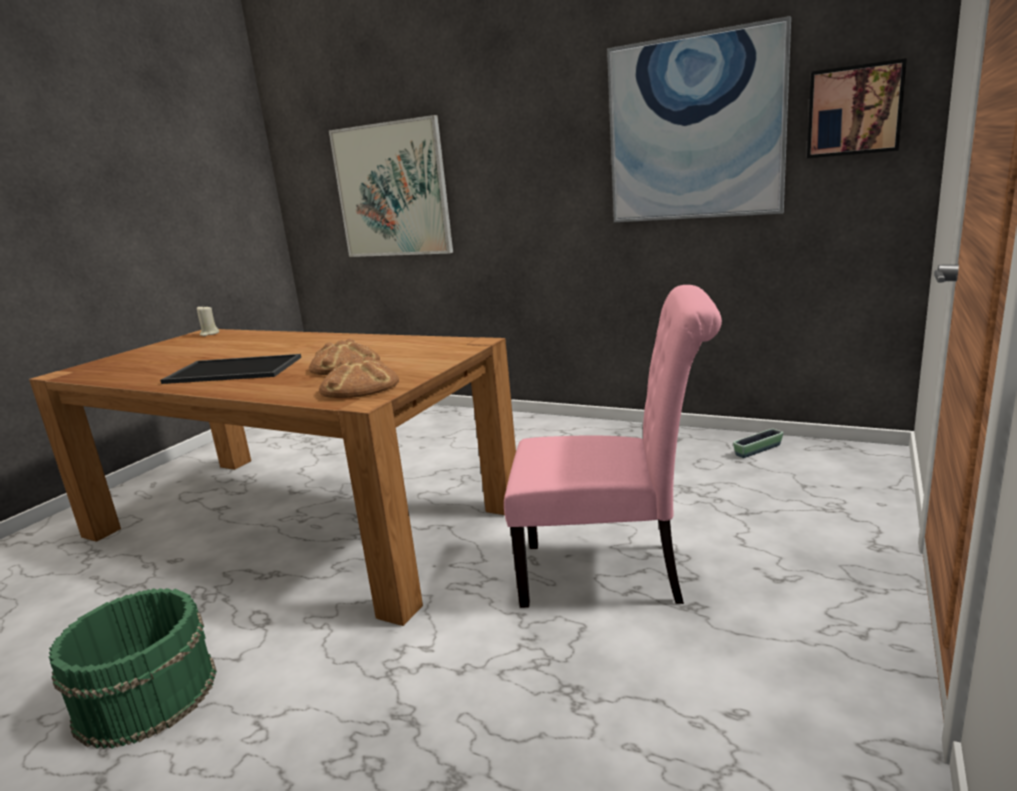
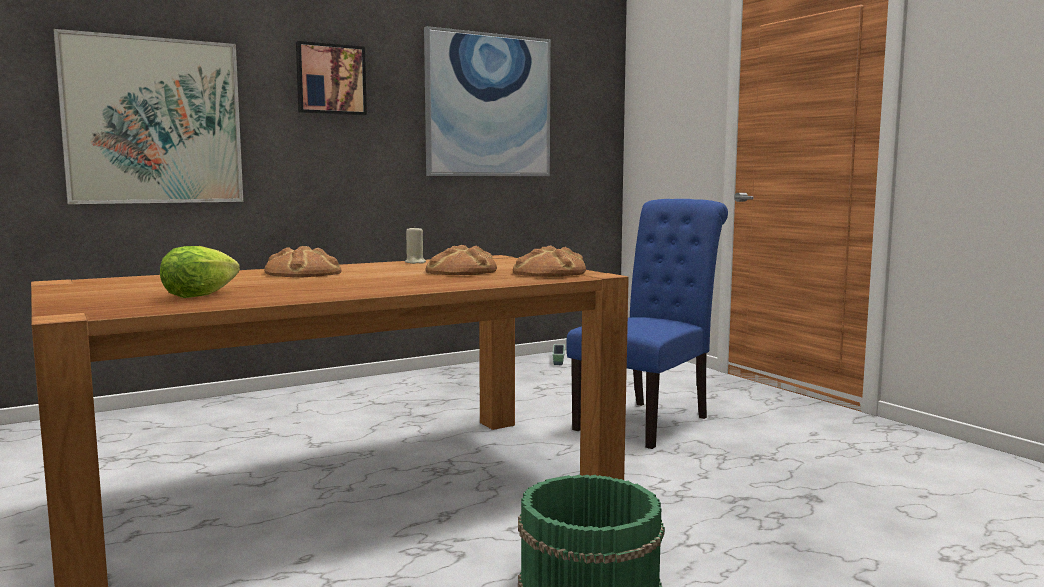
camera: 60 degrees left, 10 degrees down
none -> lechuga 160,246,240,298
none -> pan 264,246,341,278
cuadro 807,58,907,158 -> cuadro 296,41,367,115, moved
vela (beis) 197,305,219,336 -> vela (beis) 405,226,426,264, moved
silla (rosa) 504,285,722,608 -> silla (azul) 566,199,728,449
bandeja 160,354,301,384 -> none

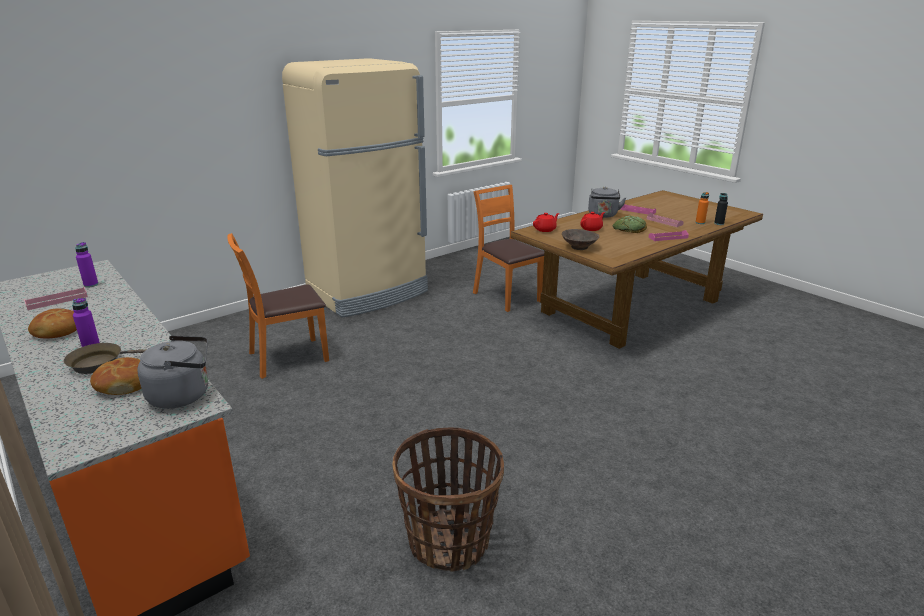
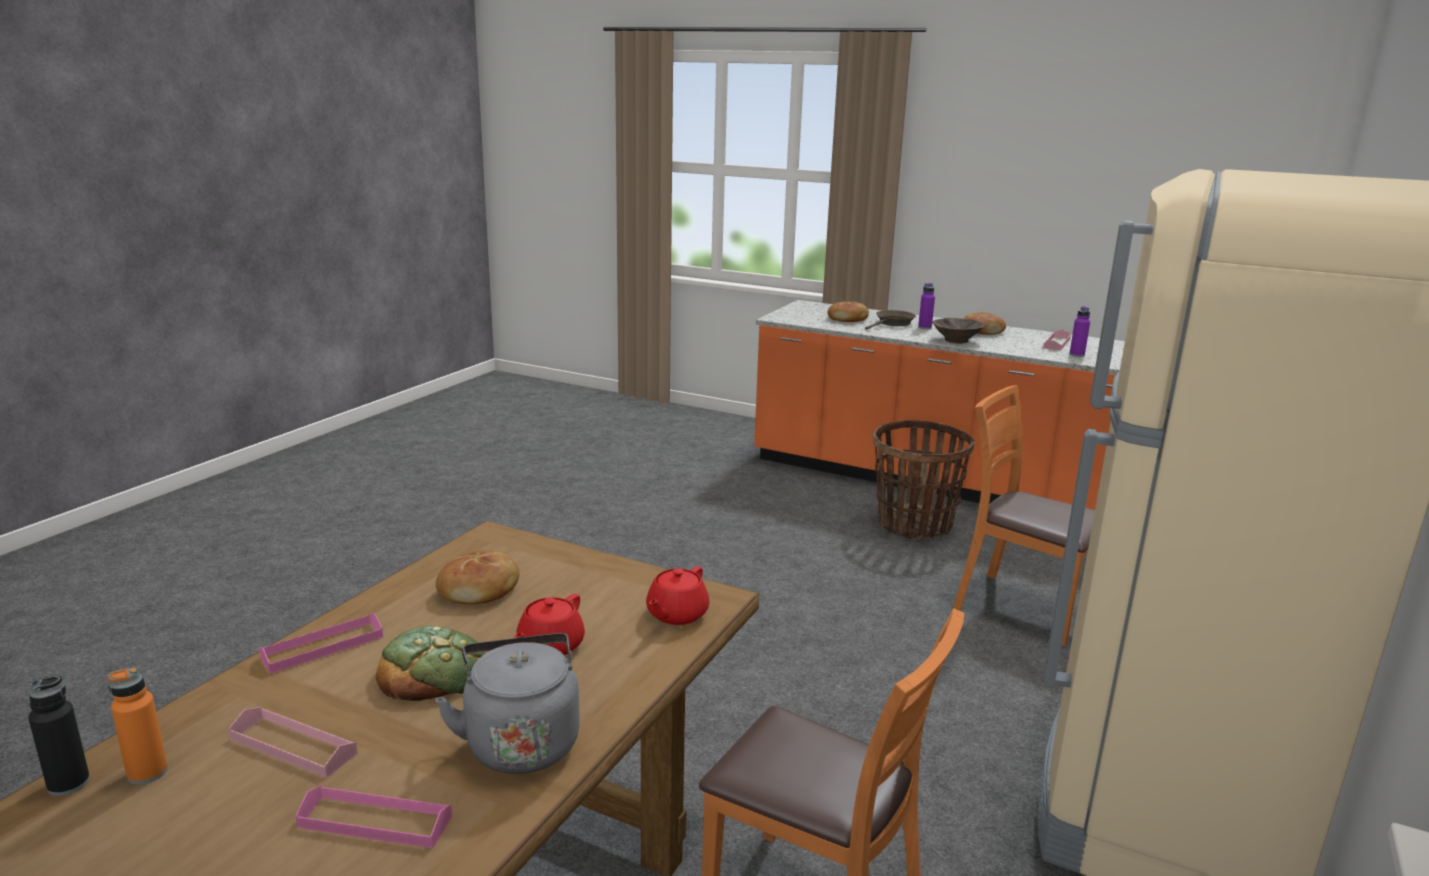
camera: 155 degrees right, 5 degrees down
none -> pan 436,550,519,604
cesta 393,427,504,572 -> cesta 873,420,975,540, moved
cuenco (marrón) 562,229,599,250 -> cuenco (marrón) 932,318,985,343, moved
silla (naranja) 227,233,329,379 -> silla (naranja) 953,385,1095,646, 90 degrees counterclockwise
hervidor (gris) 137,335,208,409 -> none

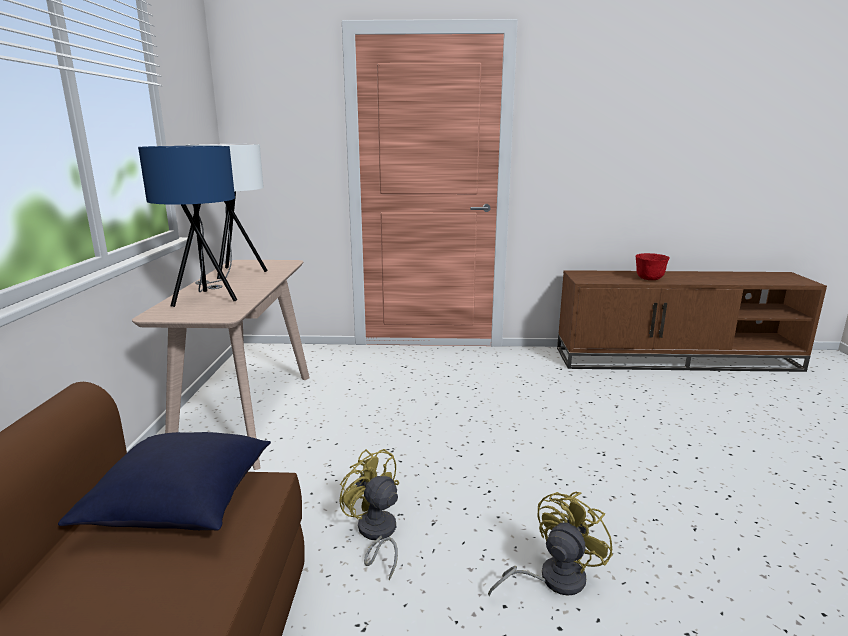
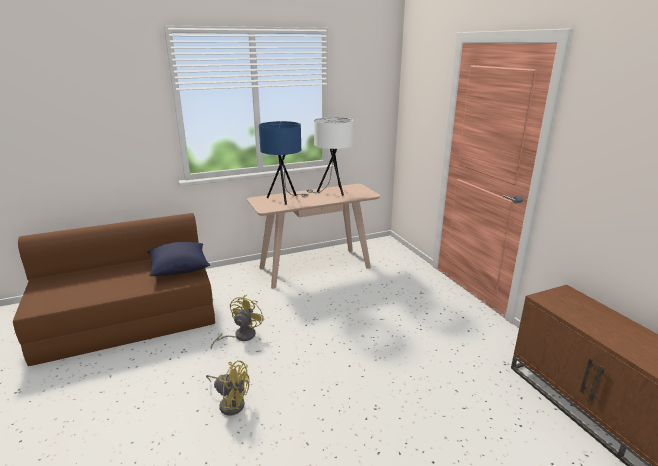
camera: 65 degrees right, 5 degrees up
cuenco (rojo) 636,253,669,280 -> none

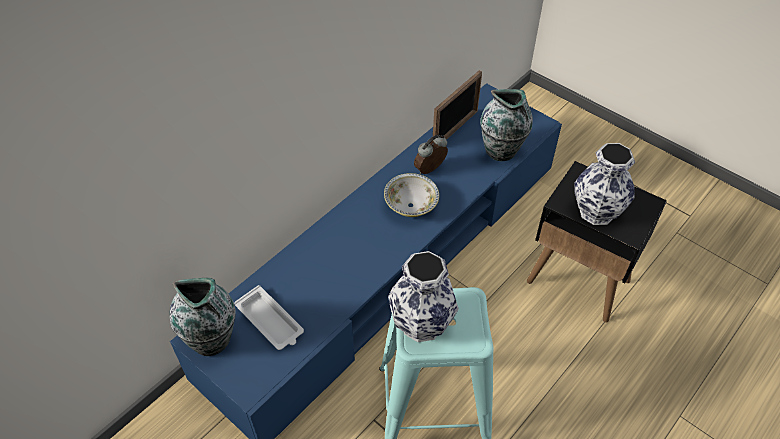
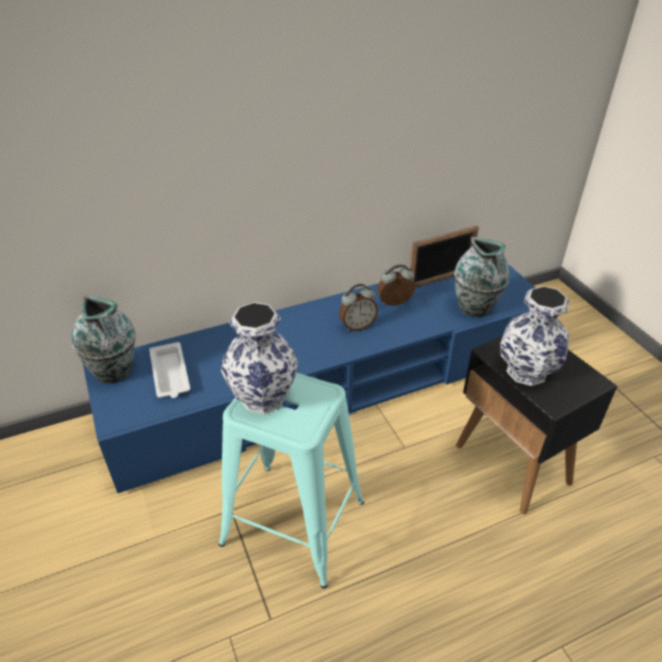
camera: 25 degrees right, 10 degrees down
cuenco 384,173,439,217 -> despertador 339,284,378,331

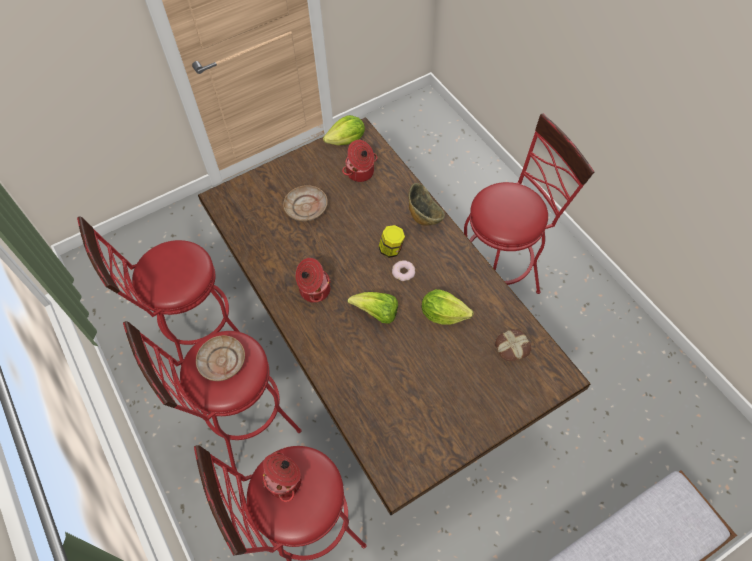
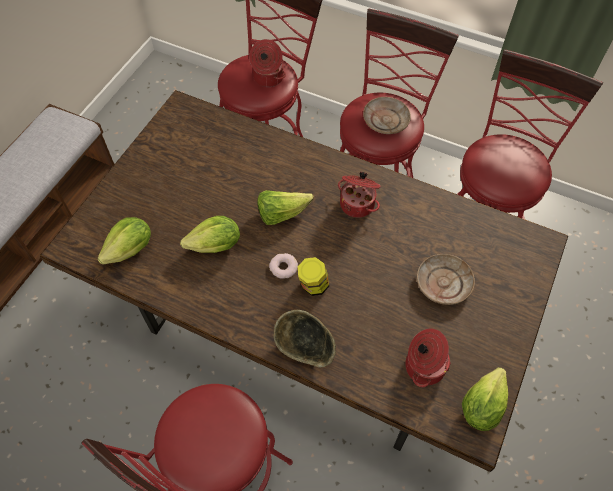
camera: 145 degrees right, 0 degrees up
pan 495,329,531,361 -> lechuga 97,217,151,265

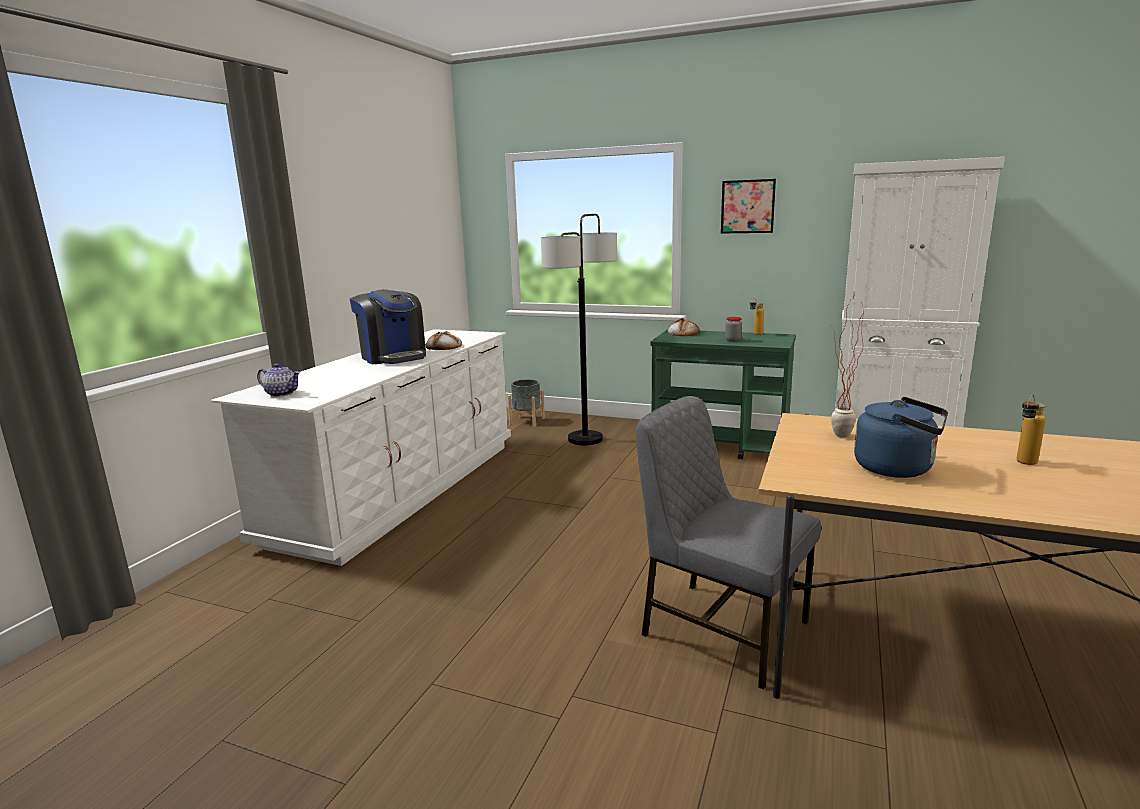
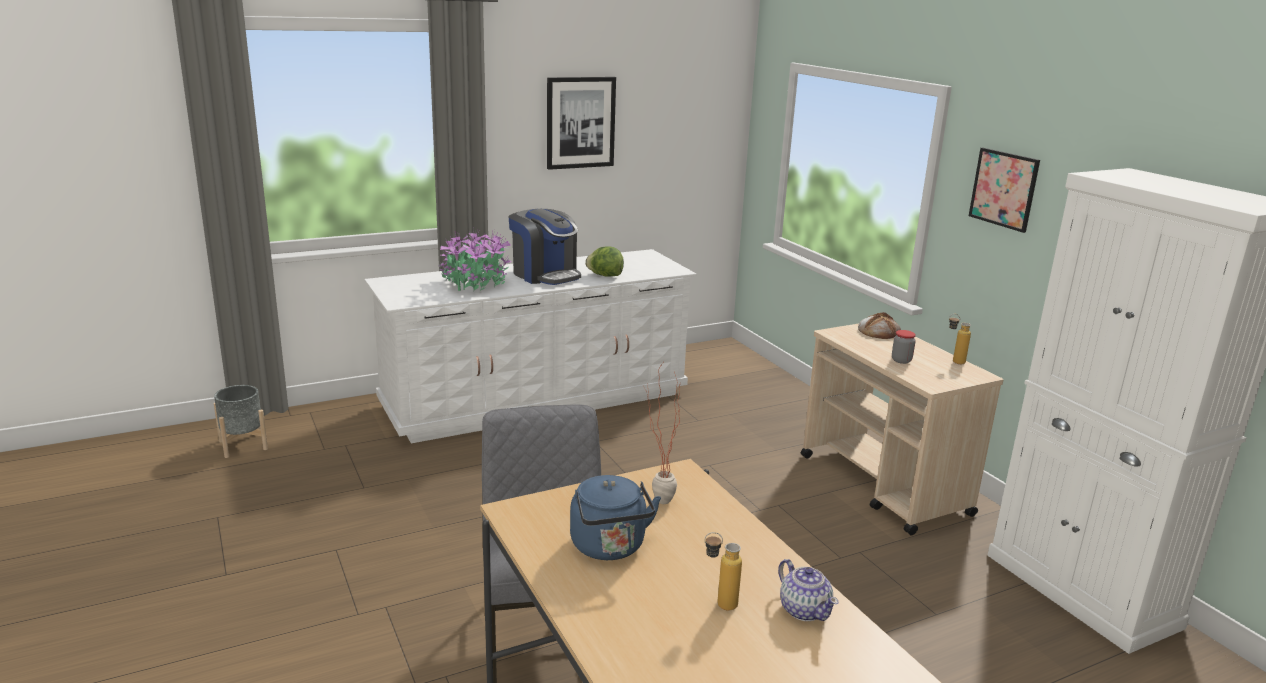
camera: 40 degrees right, 5 degrees up
maceta (gris) 508,379,545,427 -> maceta (gris) 214,385,268,458, moved
none -> planta en maceta 440,226,511,291
cafetera 350,289,426,364 -> cafetera 509,209,581,285, 45 degrees counterclockwise
none -> cuadro 547,77,616,170
pan 425,331,462,350 -> lechuga 585,247,624,277
tetera 257,363,300,397 -> tetera 778,559,839,621, moved
carrito (verde) 651,329,796,459 -> carrito (beis) 800,323,1004,535
lámpara de pie 541,214,617,445 -> none

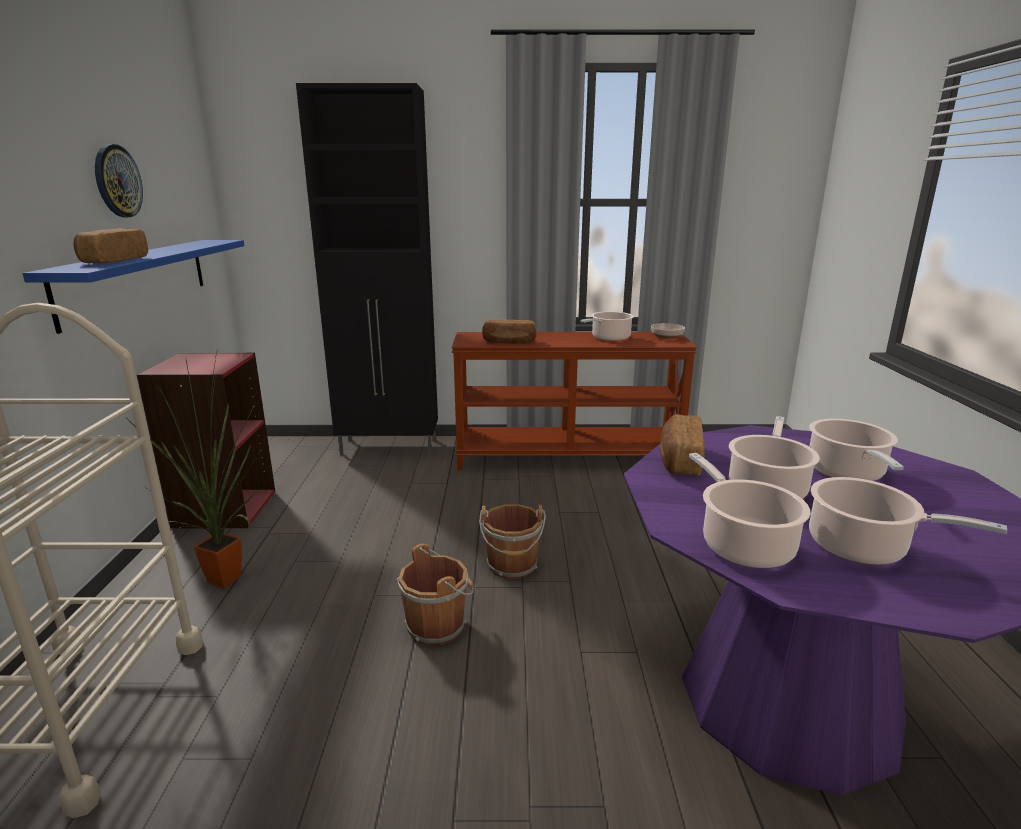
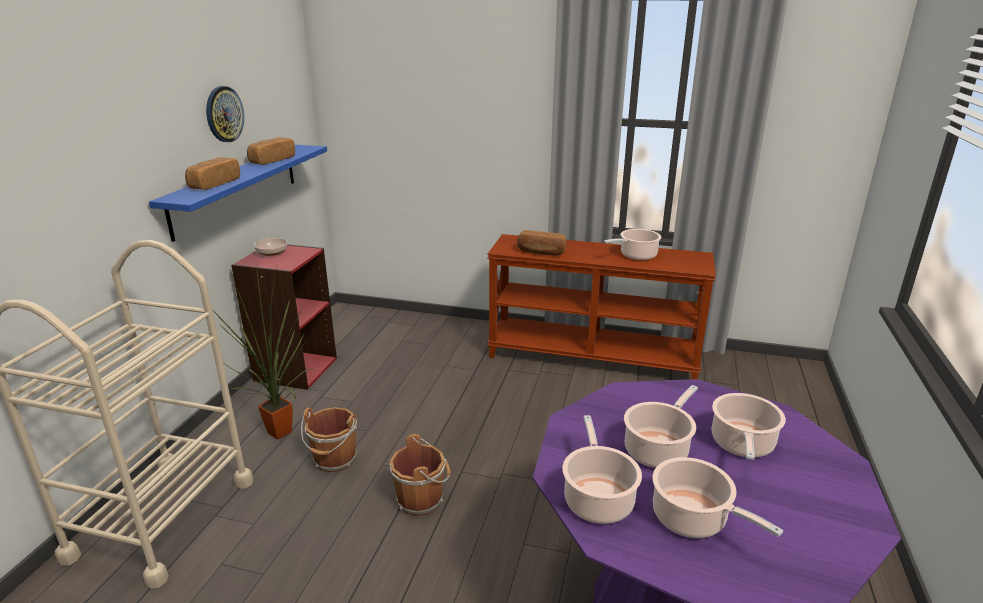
camera: 15 degrees right, 5 degrees up
pan 660,414,705,476 -> pan 247,137,295,165, moved
cuenco 651,323,685,339 -> cuenco 254,238,287,256, moved
cubo (marrón) 479,504,546,579 -> cubo (marrón) 301,407,357,472, moved
armario (negro) 296,83,438,455 -> none

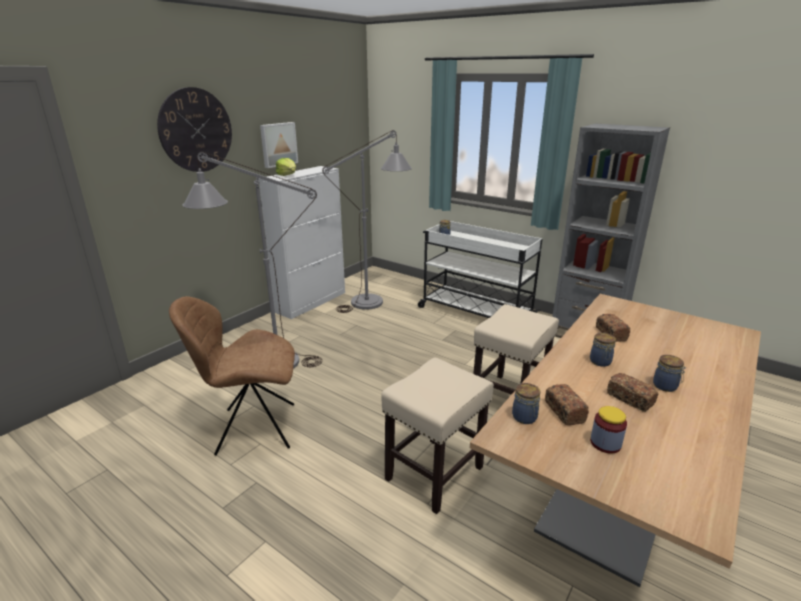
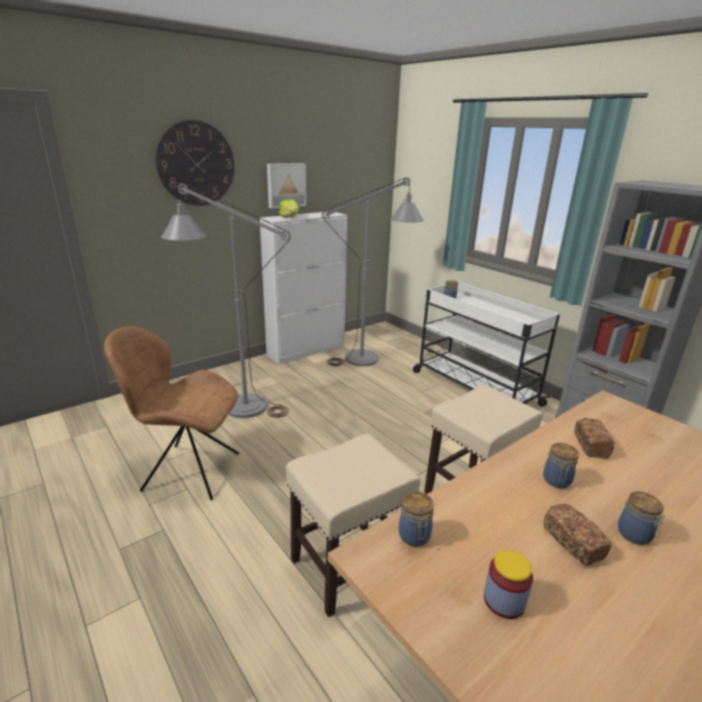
camera: 15 degrees right, 0 degrees up
pan 545,384,589,425 -> none

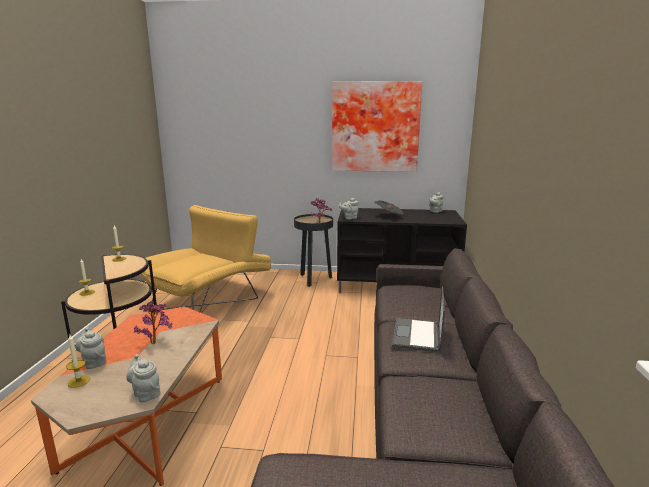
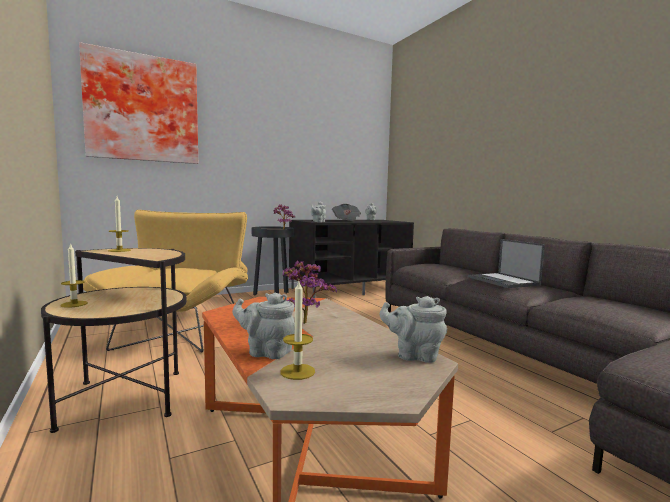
camera: 35 degrees left, 10 degrees down
cuadro 332,81,423,172 -> cuadro 79,42,198,164, moved

